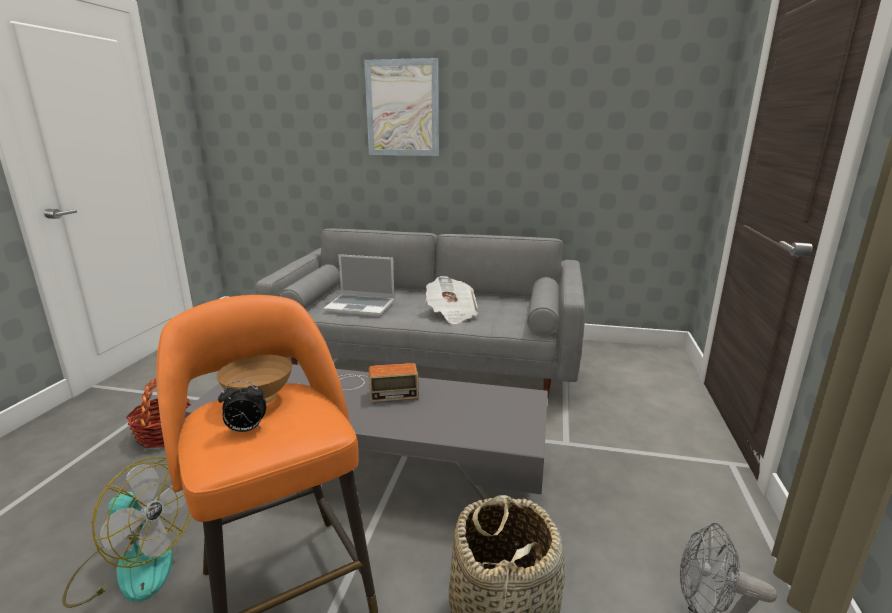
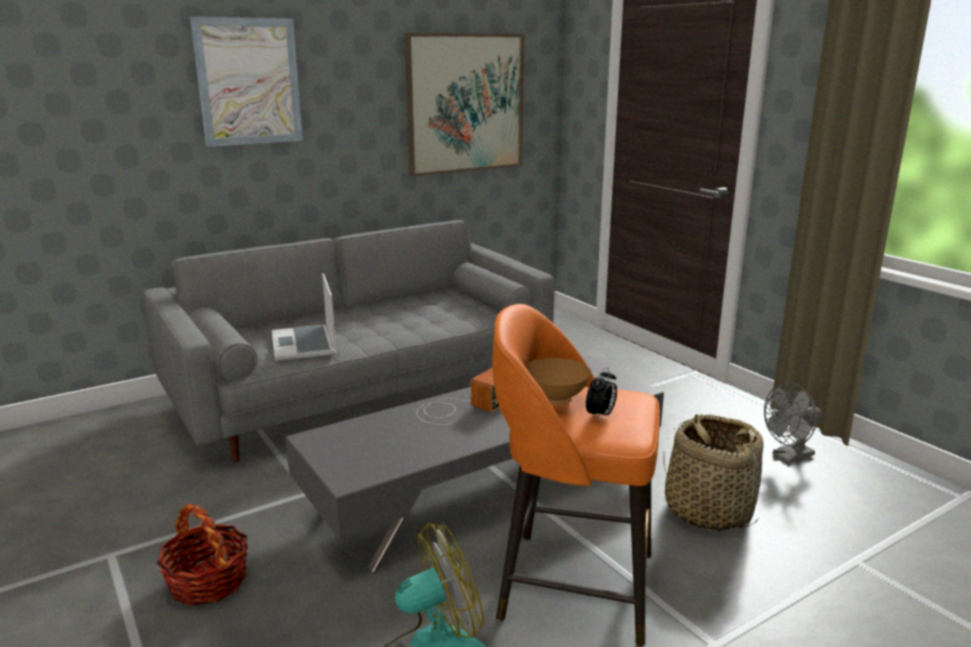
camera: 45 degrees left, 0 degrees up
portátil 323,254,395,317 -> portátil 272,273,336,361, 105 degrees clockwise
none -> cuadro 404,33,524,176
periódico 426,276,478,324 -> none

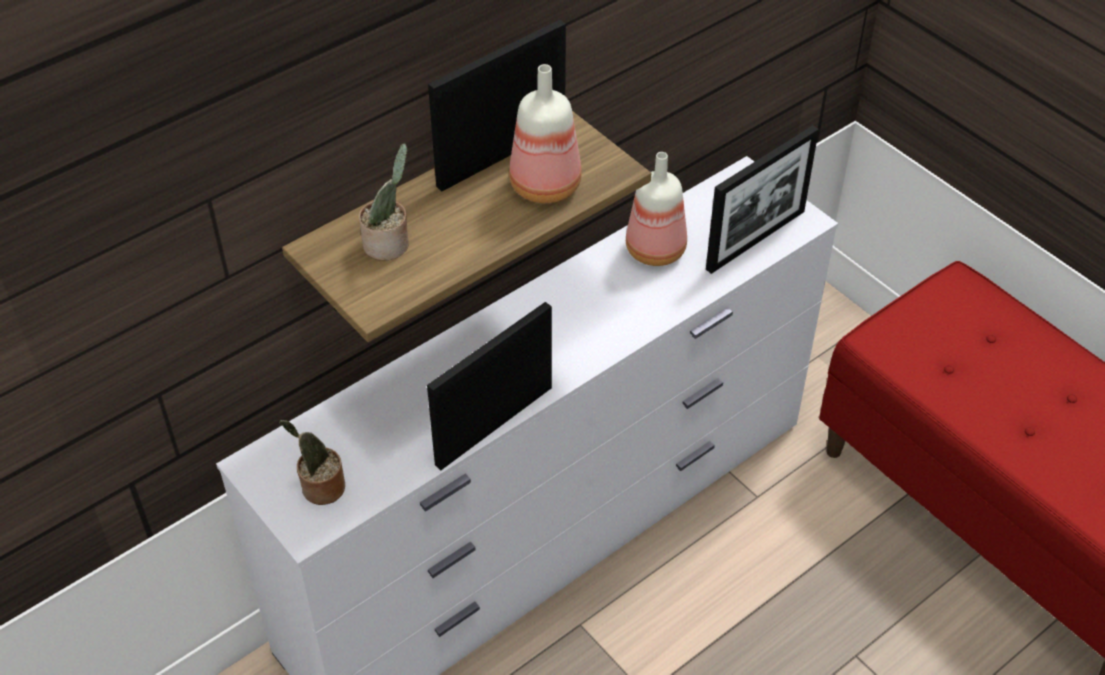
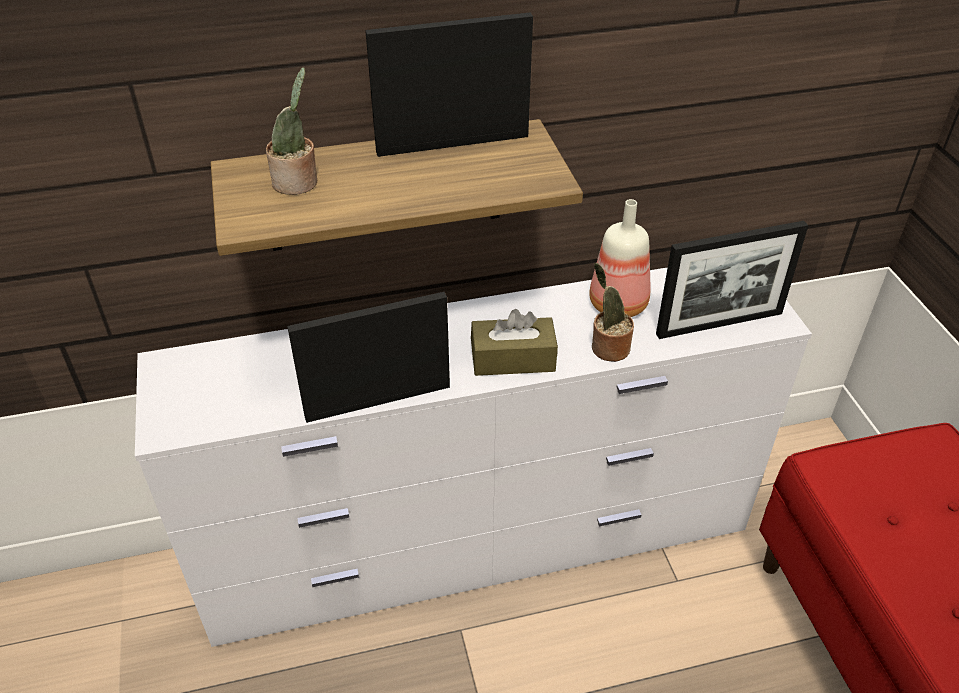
camera: 25 degrees right, 5 degrees down
none -> caja de pañuelos (marrón) 471,309,558,376
planta en maceta 279,420,345,505 -> planta en maceta 592,263,634,362, moved
botella 509,64,582,203 -> none

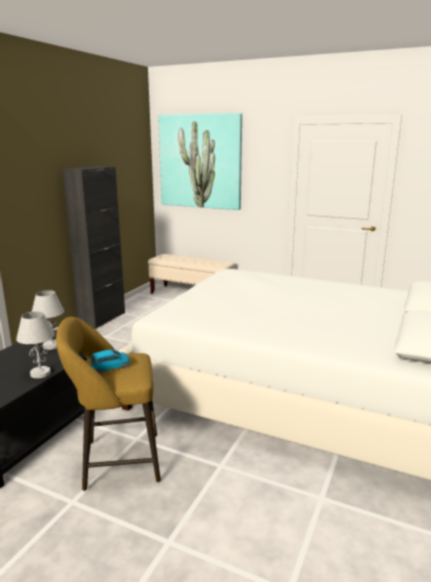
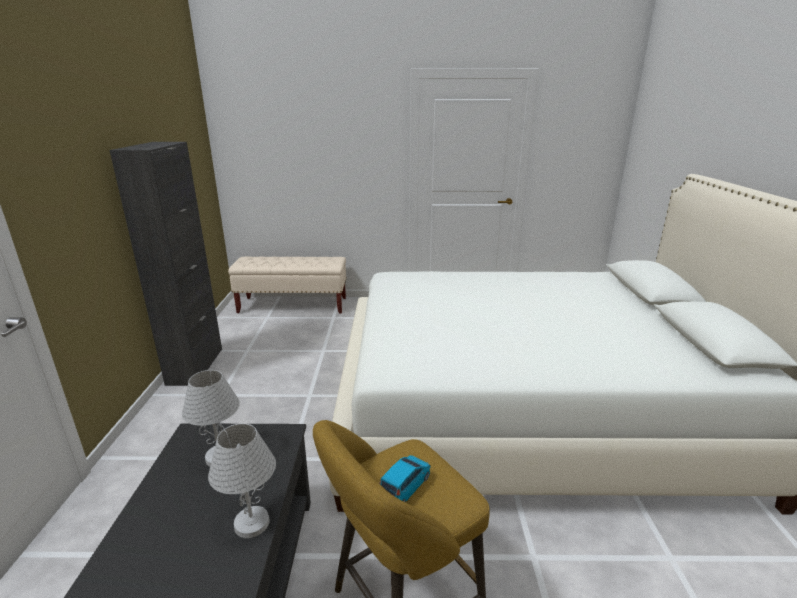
camera: 25 degrees left, 5 degrees up
cuadro 158,113,242,210 -> none

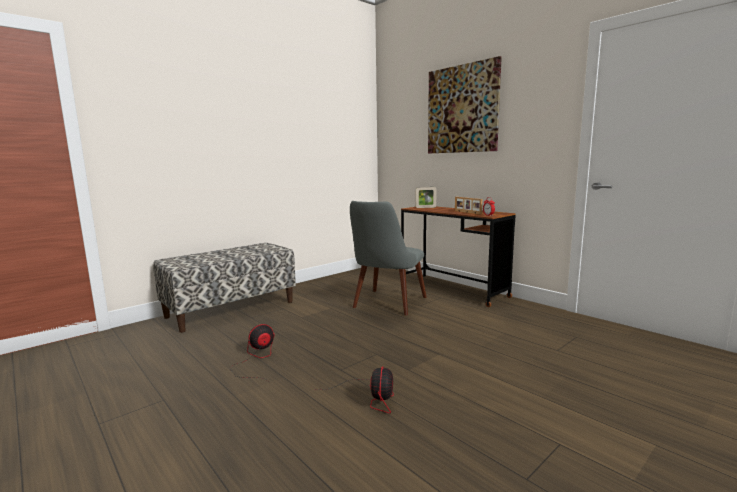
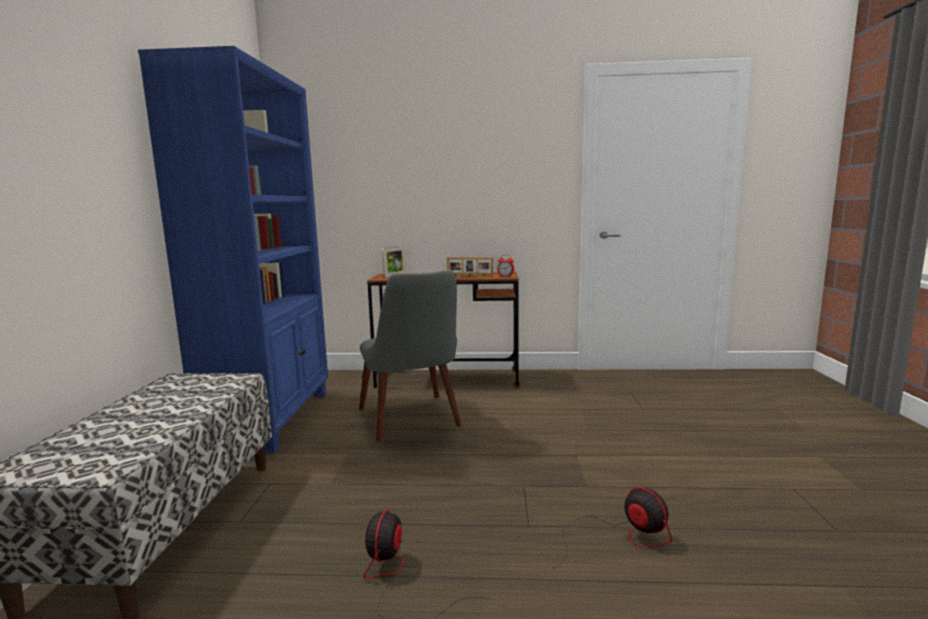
camera: 45 degrees left, 0 degrees up
none -> estantería (azul) 138,46,328,453
cuadro 428,56,502,153 -> none

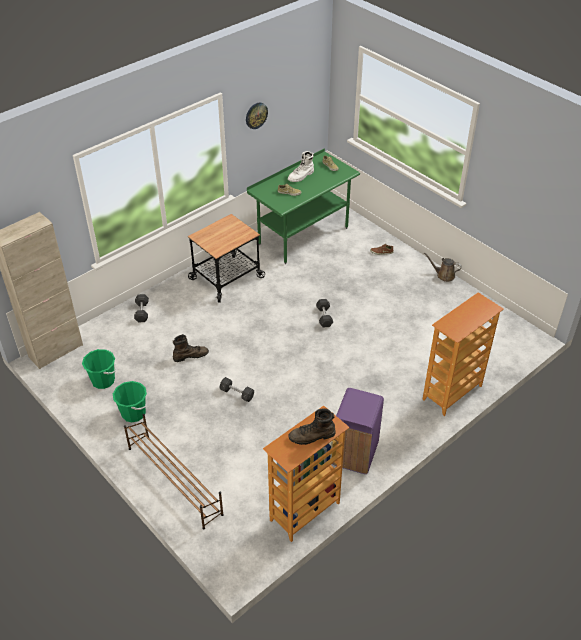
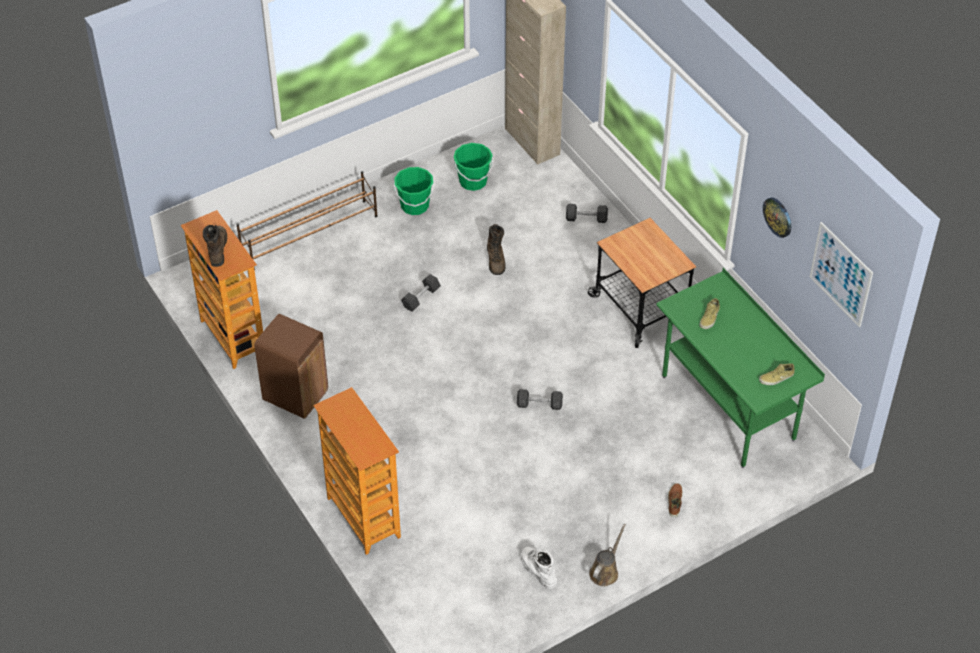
camera: 100 degrees right, 5 degrees up
papelera (morado) 332,388,384,474 -> papelera (marrón) 254,314,328,419
bota (blanco) 288,151,314,182 -> bota (blanco) 521,546,558,589, moved
none -> cuadro 810,222,873,327

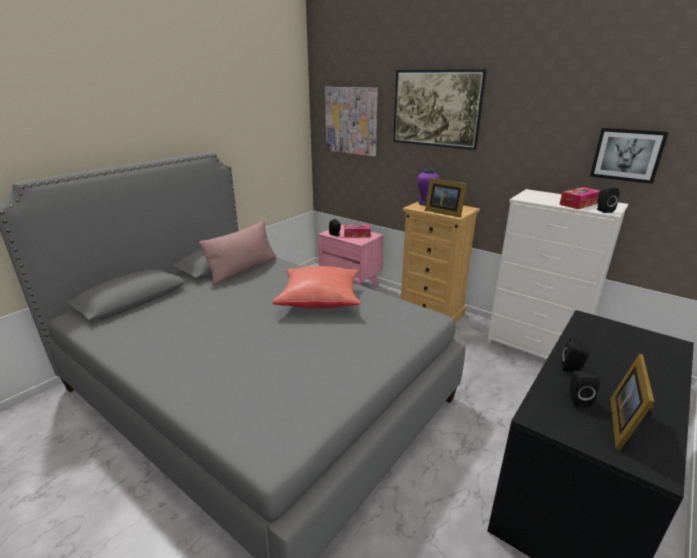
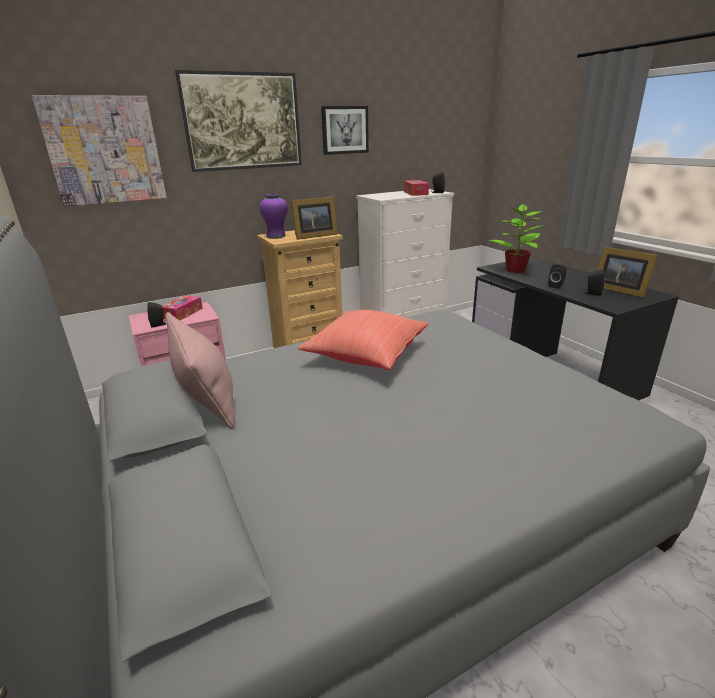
camera: 65 degrees left, 0 degrees up
cuadro 590,128,669,184 -> cuadro 321,106,369,155, moved
none -> planta en maceta 488,203,542,273

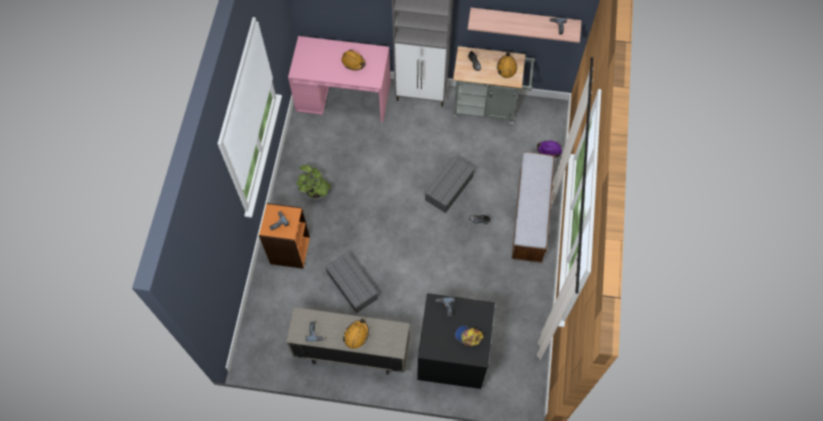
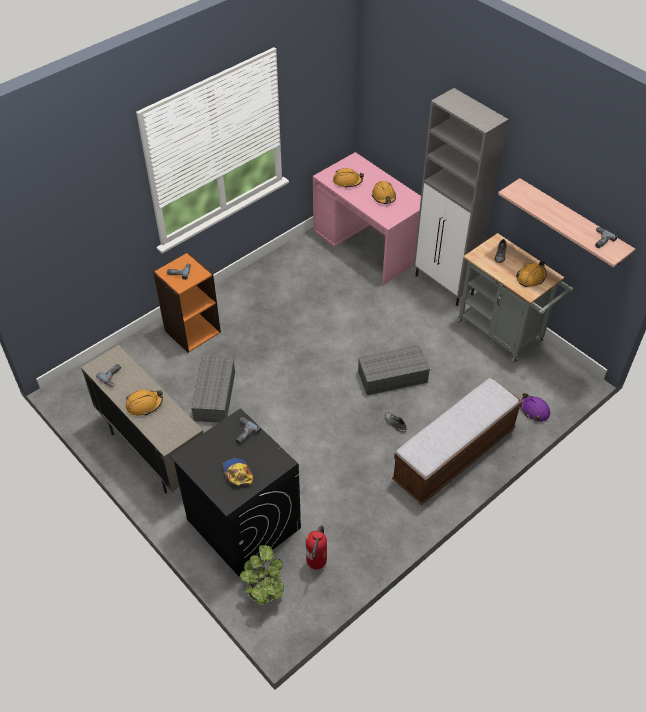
camera: 40 degrees right, 15 degrees down
planta en maceta 297,165,331,199 -> planta en maceta 240,545,284,605, moved
none -> extintor 306,525,327,570
none -> casco (naranja) 333,168,364,187

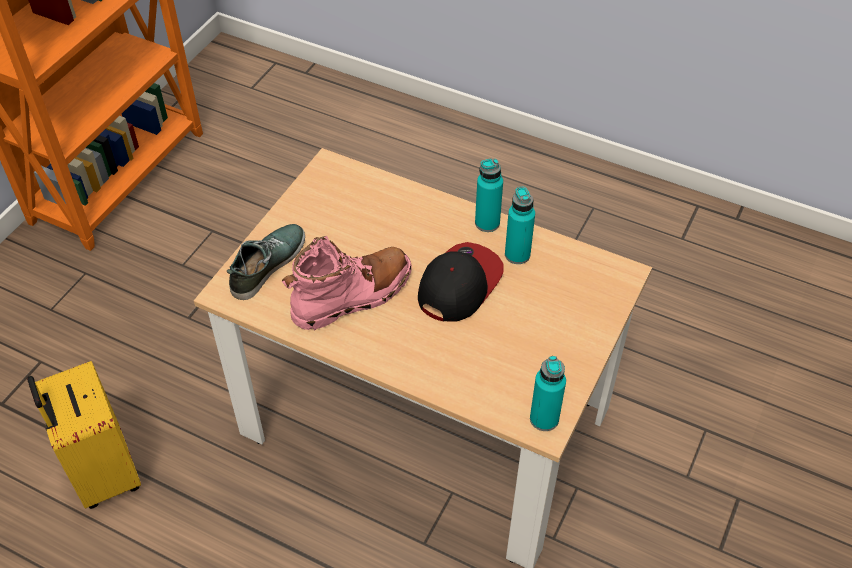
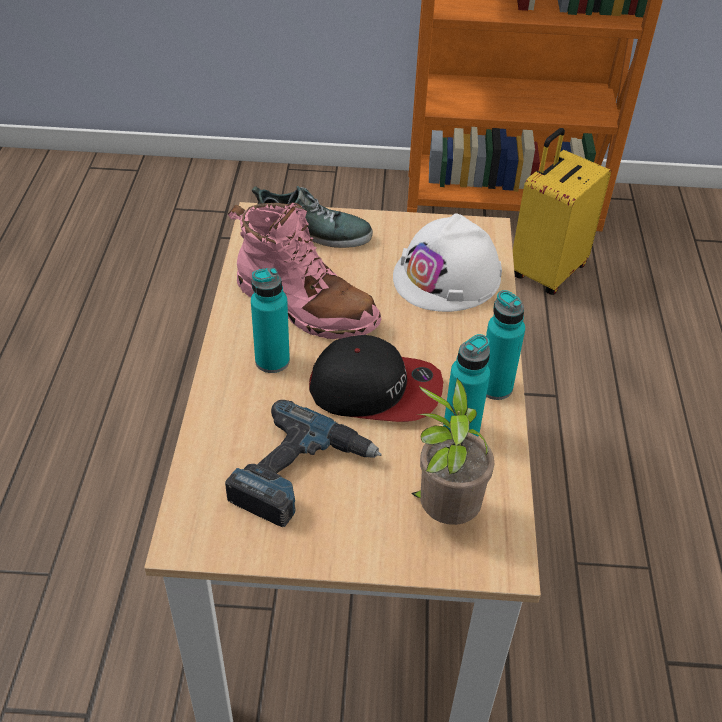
camera: 65 degrees right, 5 degrees down
none -> taladro 225,400,382,528
botella (turquesa) 530,356,566,431 -> botella (turquesa) 251,268,290,373, moved
none -> casco (blanco) 393,213,502,312
none -> planta en maceta 411,378,494,525
maleta (amarillo) 27,361,141,509 -> maleta (amarillo) 513,128,611,295, moved

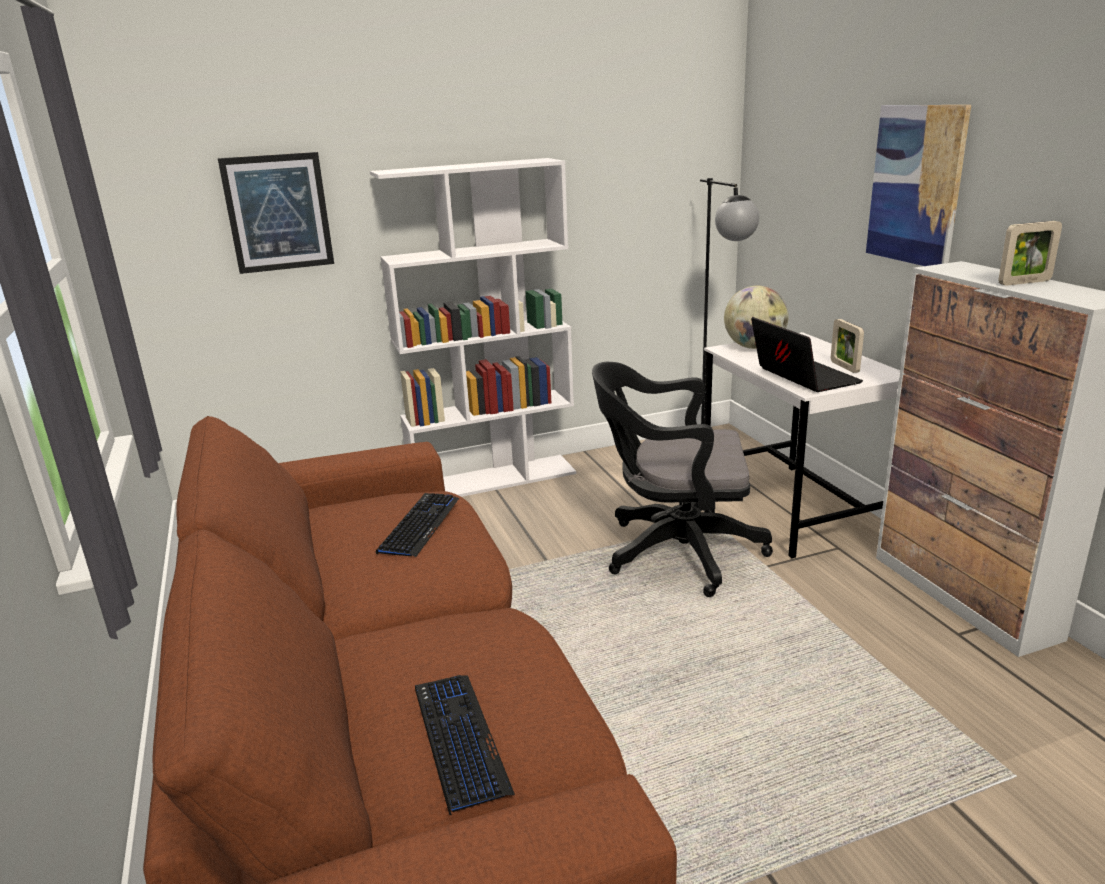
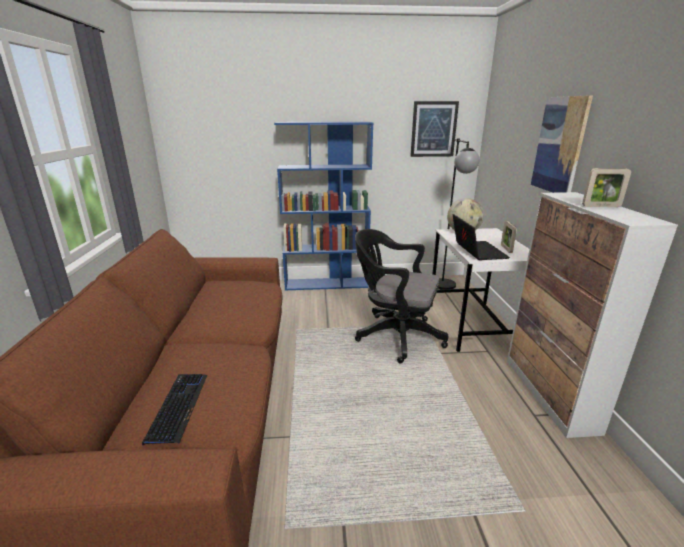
camera: 15 degrees right, 0 degrees up
estantería (blanco) 370,158,576,497 -> estantería (azul) 274,122,373,290
cuadro 218,152,334,274 -> cuadro 410,101,459,157, moved
teclado 376,493,459,557 -> none

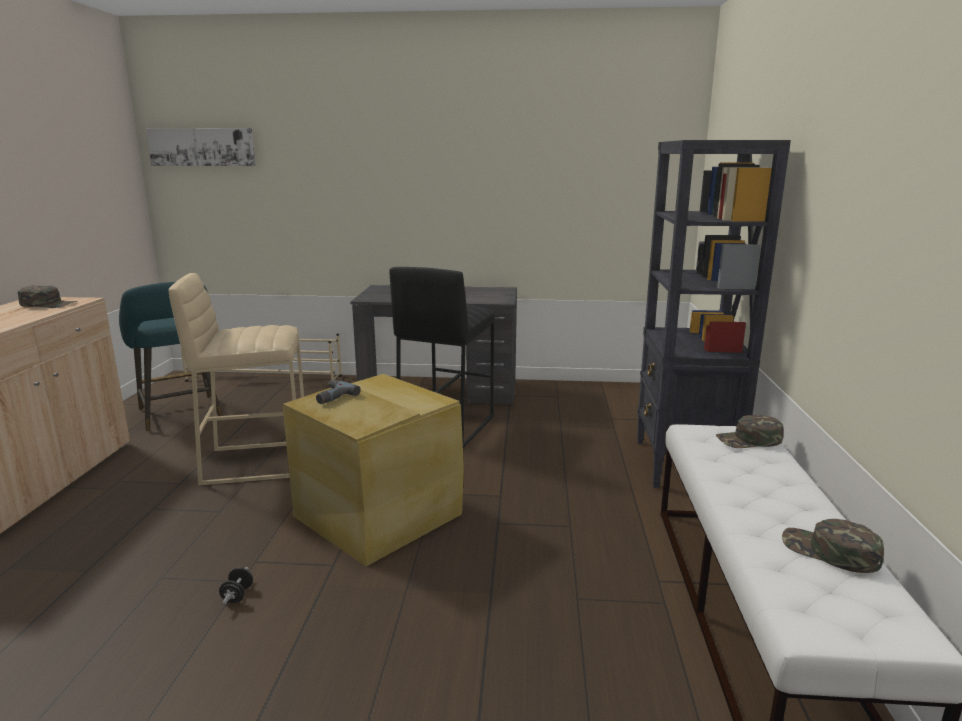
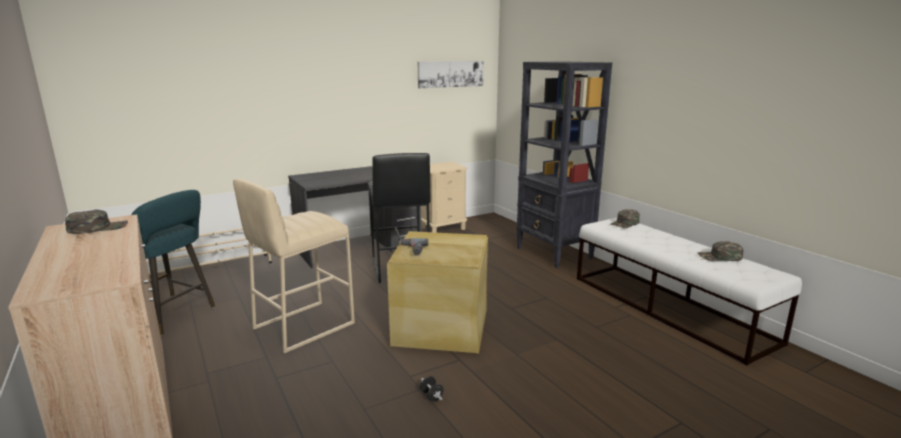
camera: 35 degrees left, 0 degrees up
cuadro 146,128,256,166 -> cuadro 418,61,484,88, moved
none -> mesita de noche (beis) 421,162,467,233

